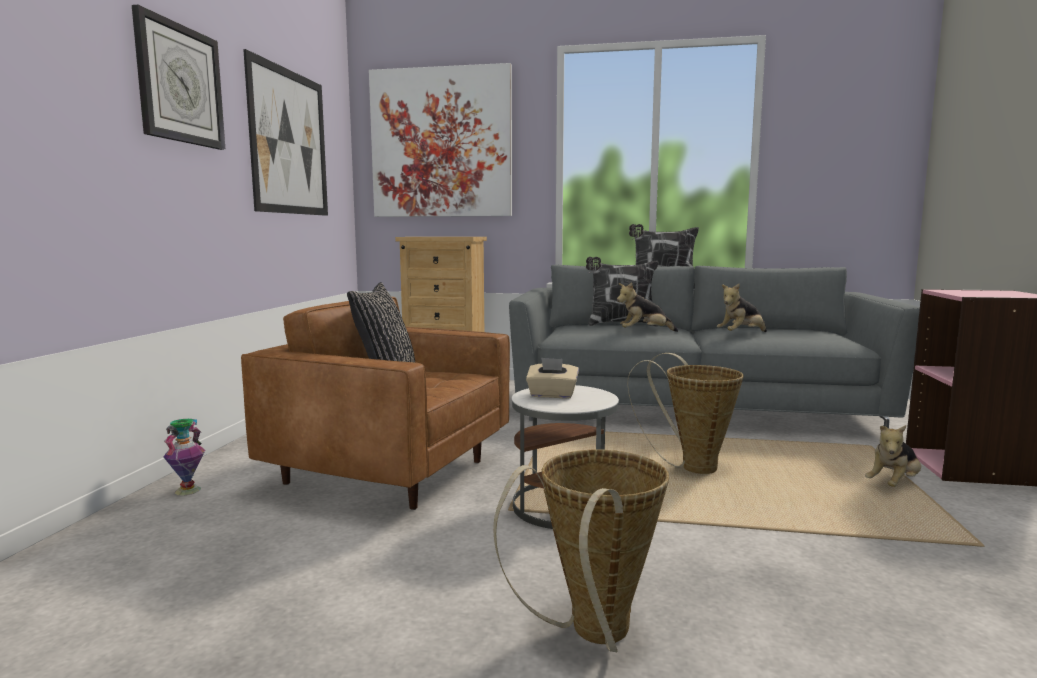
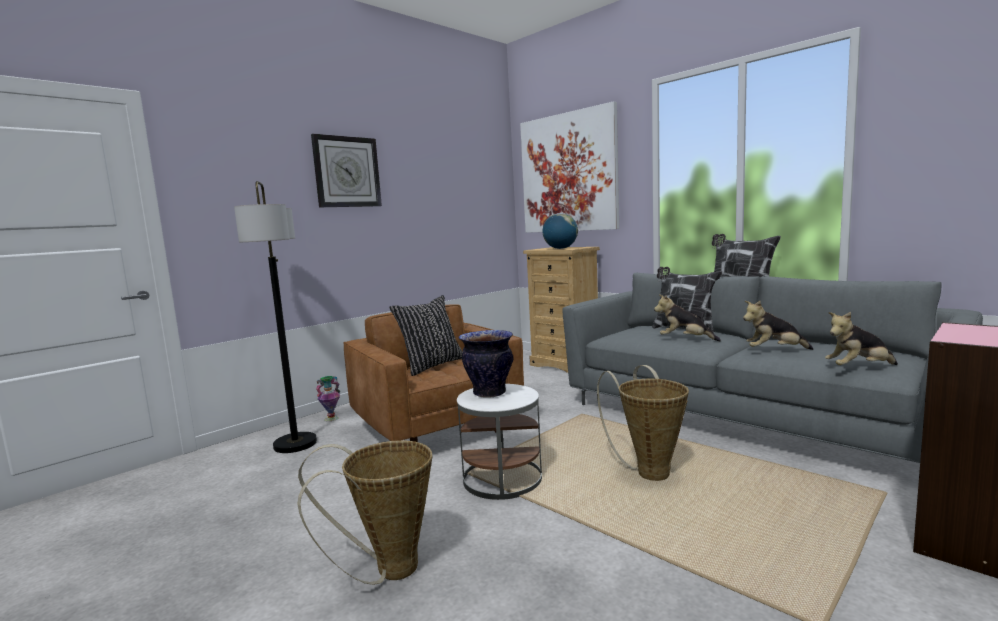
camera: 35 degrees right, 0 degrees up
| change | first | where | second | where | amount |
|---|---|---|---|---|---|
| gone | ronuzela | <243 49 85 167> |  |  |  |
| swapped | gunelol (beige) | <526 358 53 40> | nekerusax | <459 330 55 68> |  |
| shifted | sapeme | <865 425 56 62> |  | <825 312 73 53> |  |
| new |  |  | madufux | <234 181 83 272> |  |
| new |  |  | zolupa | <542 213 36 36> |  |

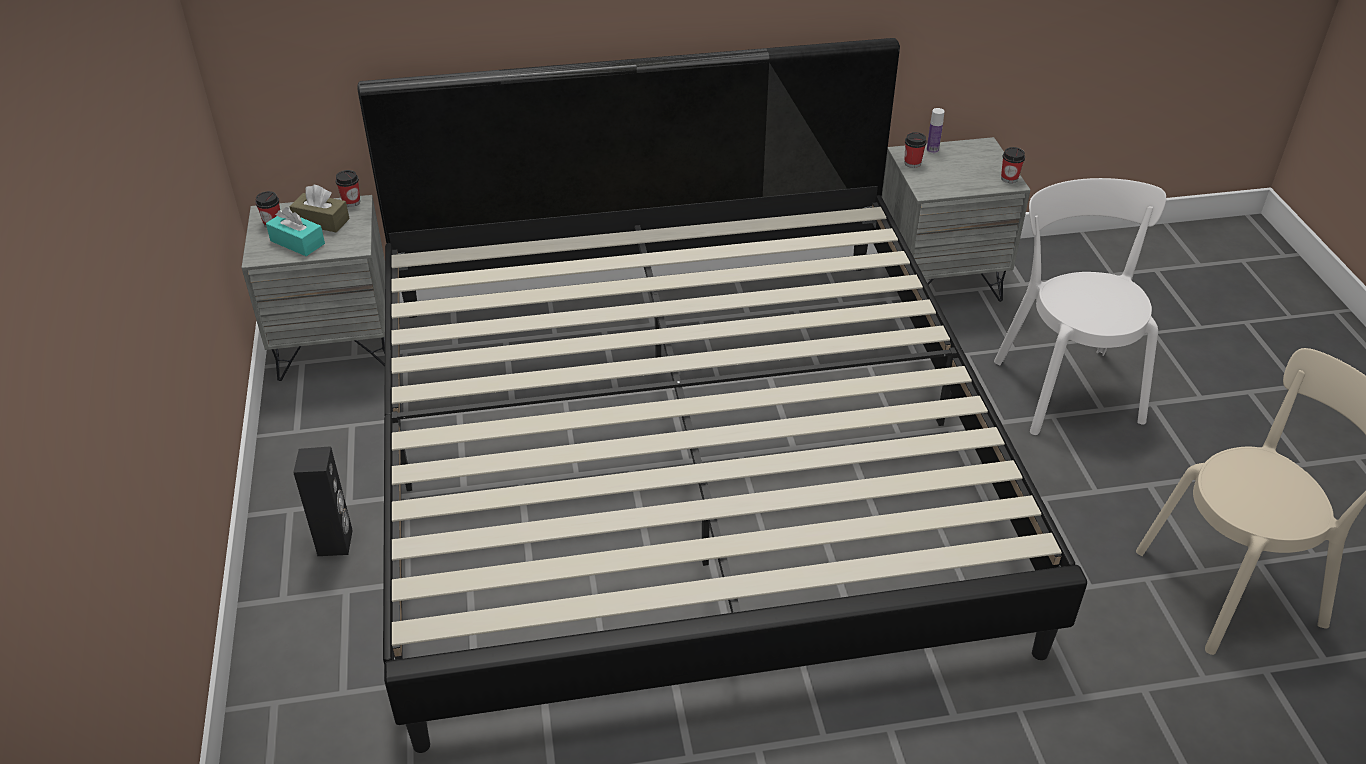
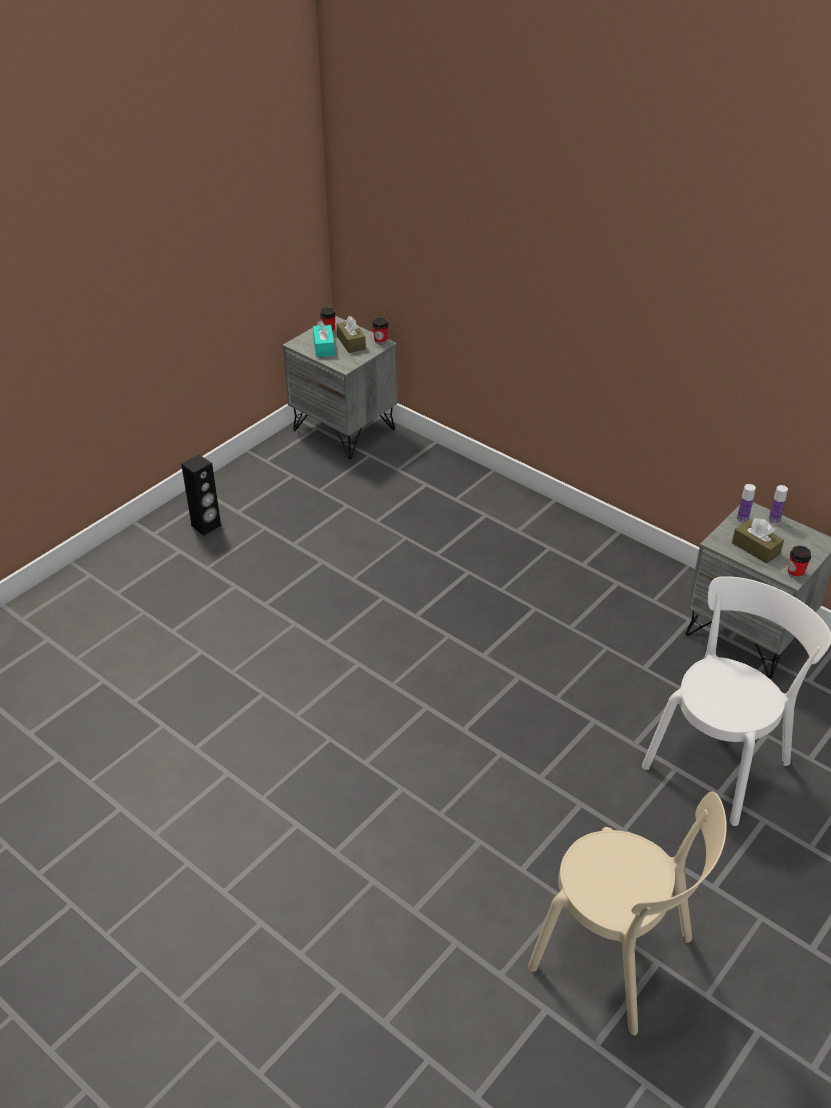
camera: 50 degrees right, 0 degrees up
| change | first | where | second | where | amount |
|---|---|---|---|---|---|
| gone | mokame | <358 38 729 715> |  |  |  |
| swapped | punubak | <904 132 23 36> | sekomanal | <737 484 19 39> |  |
| new |  |  | gunelol (brown) | <732 518 52 46> |  |

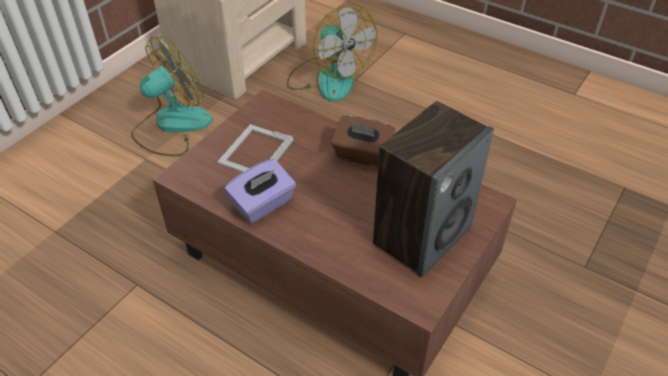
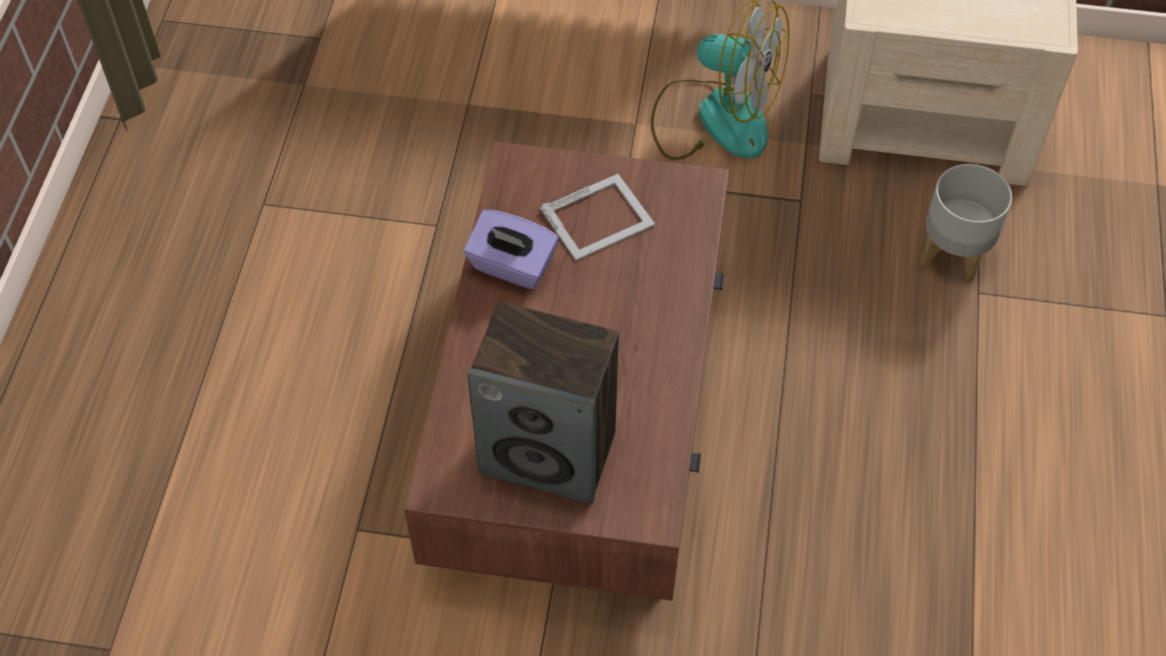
camera: 65 degrees right, 10 degrees up
| change | first | where | second | where | amount |
|---|---|---|---|---|---|
| swapped | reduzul | <287 4 90 98> | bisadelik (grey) | <920 164 92 119> |  |
| gone | gunelol (brown) | <331 116 65 51> |  |  |  |
| rotated | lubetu | <217 124 77 48> |  | <540 174 115 87> | 150 degrees clockwise |

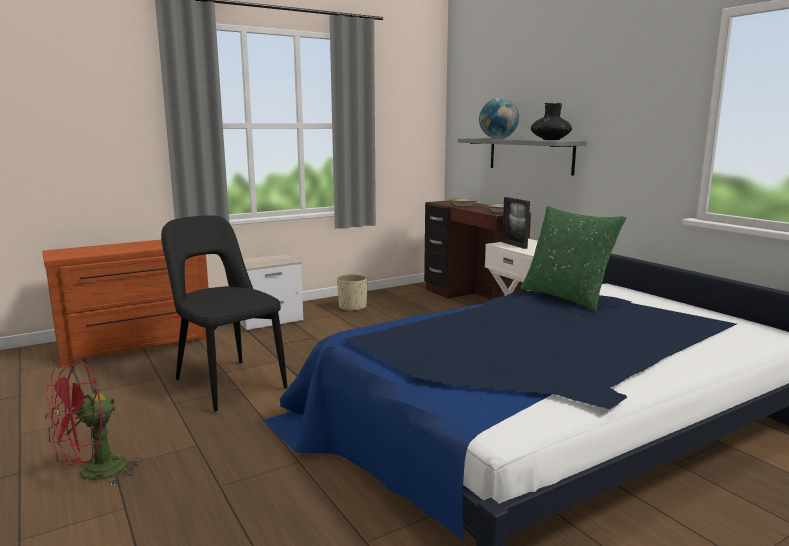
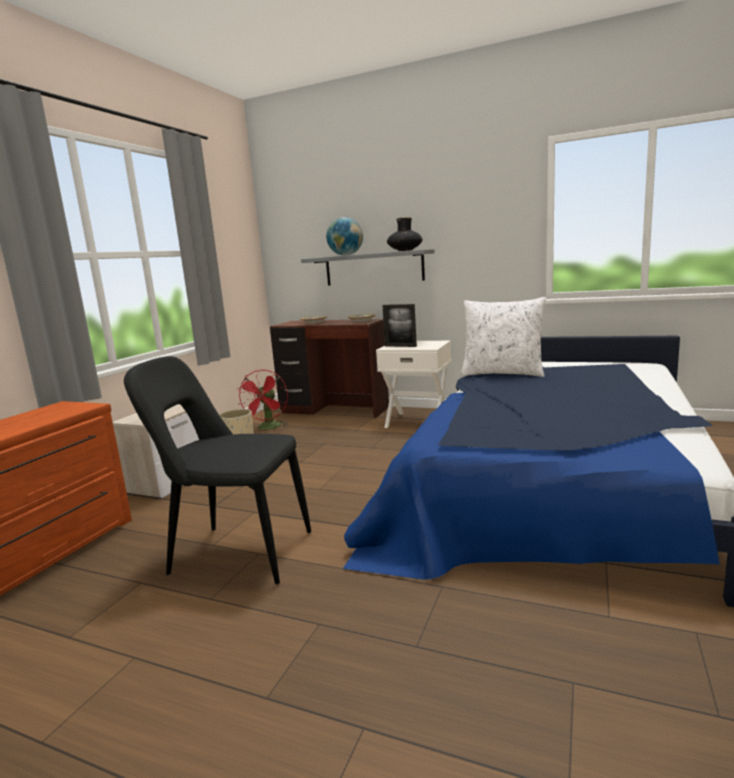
camera: 35 degrees left, 0 degrees up
| change | first | where | second | where | amount |
|---|---|---|---|---|---|
| repainted | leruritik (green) | <520 206 107 106> | leruritik (white) | <460 297 86 80> |  |
| shifted | reduzul (red) | <45 362 98 123> |  | <237 370 51 60> |  |

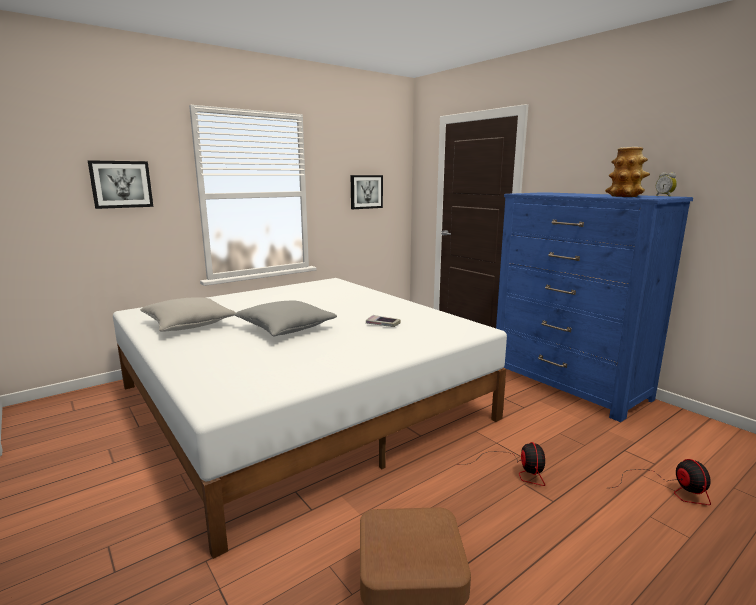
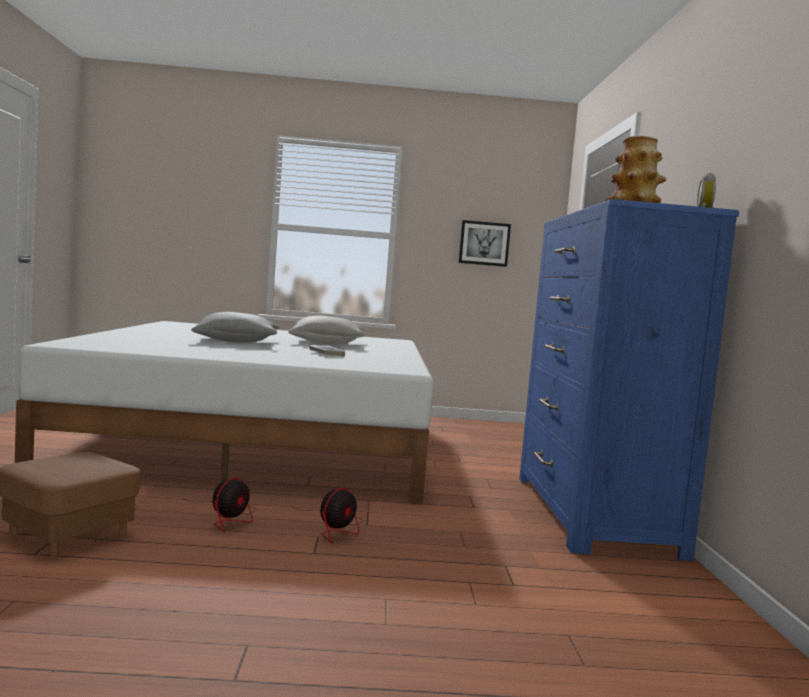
camera: 35 degrees right, 10 degrees down
| change | first | where | second | where | amount |
|---|---|---|---|---|---|
| gone | ronuzela | <88 160 65 49> |  |  |  |
| shifted | leruritik (grey) | <140 297 96 35> |  | <288 316 77 28> |  |
| shifted | reduzul | <613 459 98 46> |  | <184 478 73 54> |  |

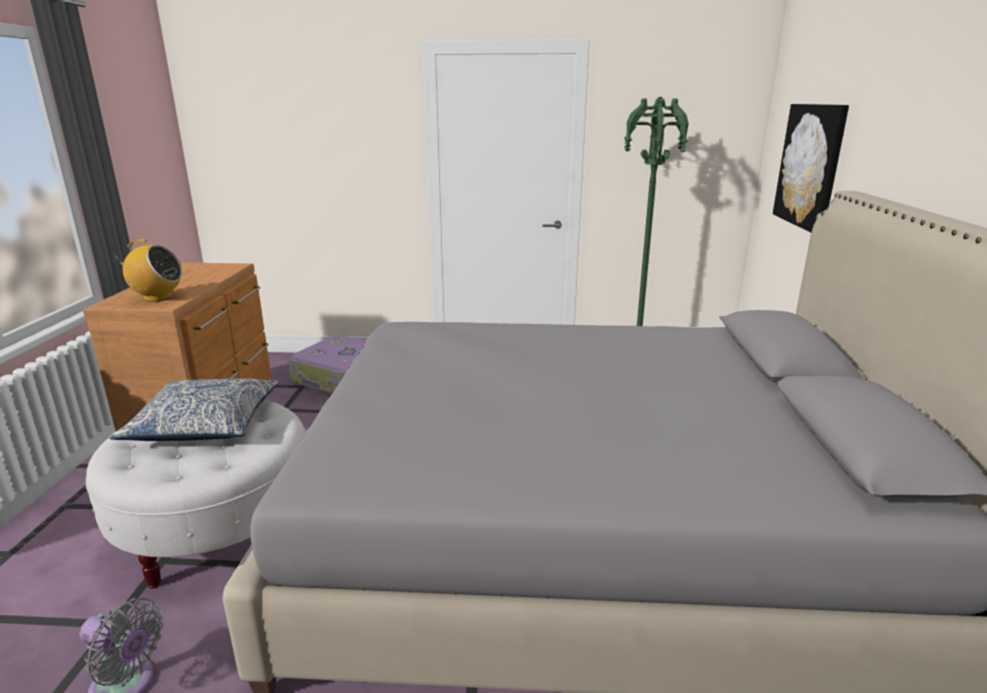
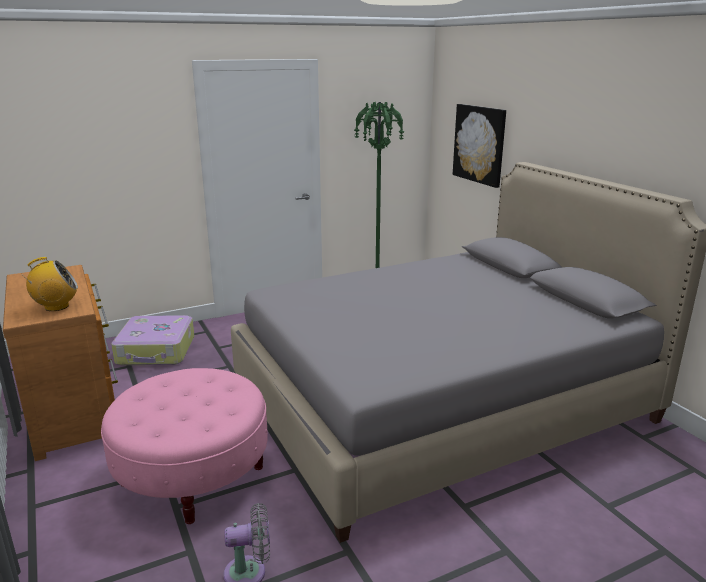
camera: 30 degrees left, 0 degrees up
| change | first | where | second | where | amount |
|---|---|---|---|---|---|
| gone | leruritik | <109 378 170 63> |  |  |  |
| repainted | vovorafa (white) | <86 400 220 189> | vovorafa (pink) | <101 368 167 156> |  |

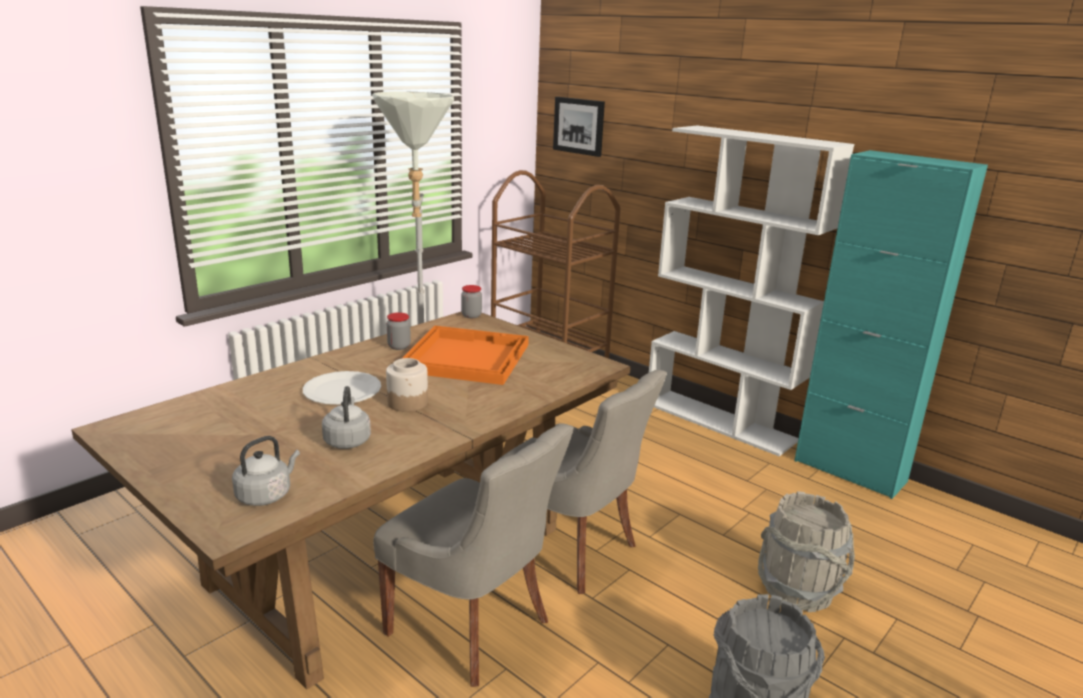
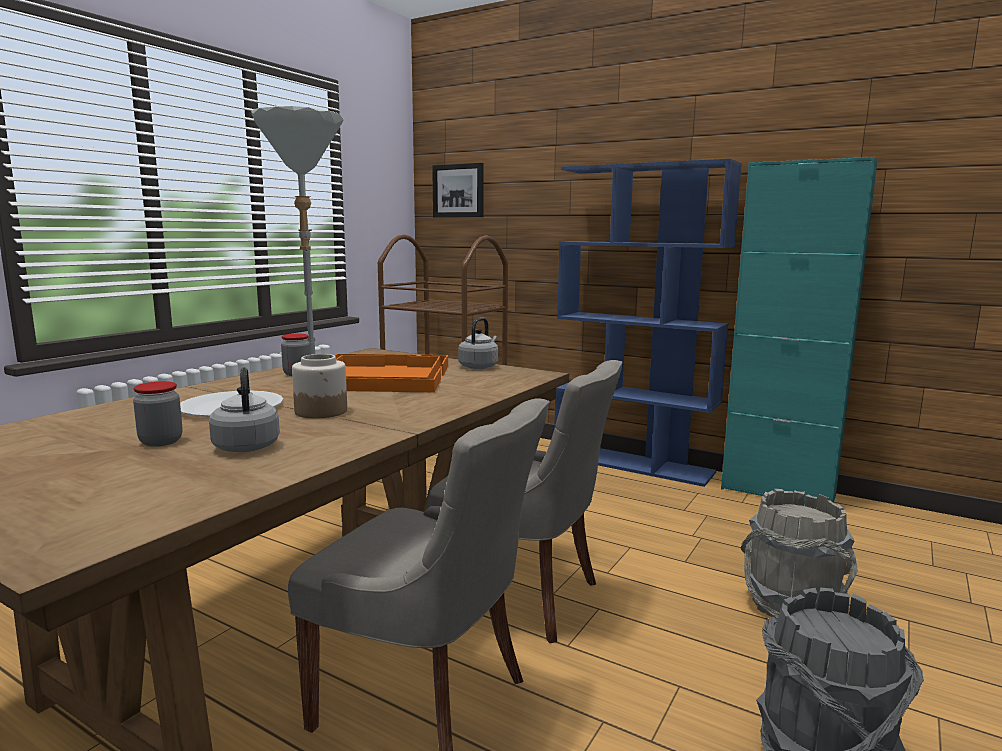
camera: 10 degrees left, 10 degrees down
| change | first | where | second | where | amount |
|---|---|---|---|---|---|
| repainted | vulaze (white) | <649 125 205 332> | vulaze (blue) | <554 159 188 328> |  |
| shifted | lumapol | <461 285 21 33> |  | <133 381 50 66> |  |
| shifted | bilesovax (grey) | <232 436 68 70> |  | <458 317 40 52> |  |

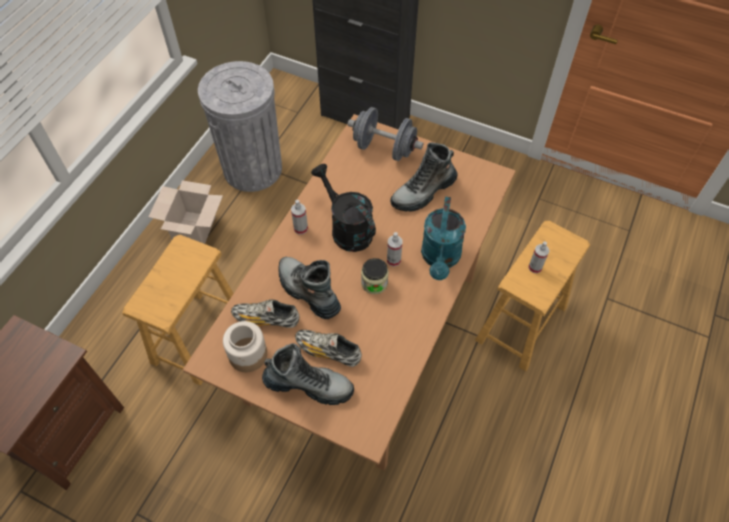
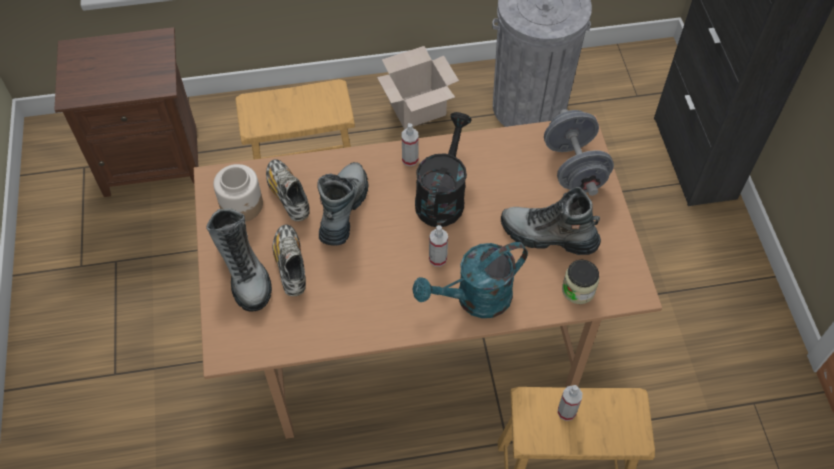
camera: 55 degrees right, 0 degrees up
| change | first | where | second | where | amount |
|---|---|---|---|---|---|
| shifted | lumapol | <361 258 28 36> |  | <562 260 37 44> |  |

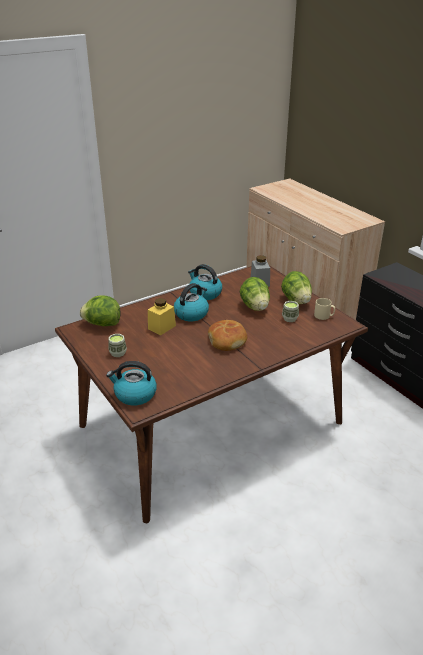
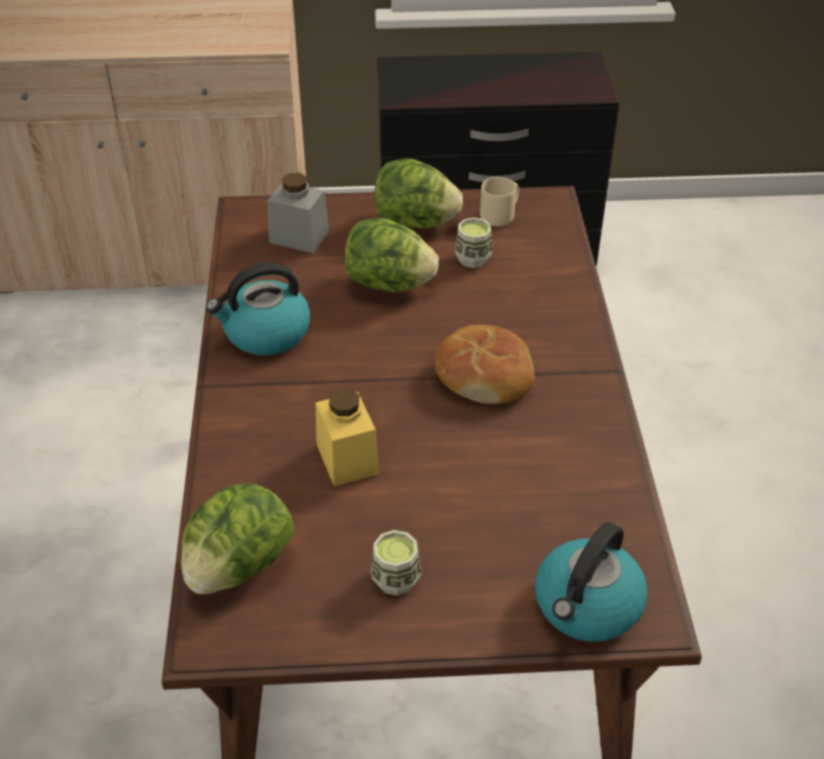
camera: 60 degrees left, 10 degrees up
| change | first | where | second | where | amount |
|---|---|---|---|---|---|
| gone | bilesovax | <174 283 35 38> |  |  |  |

